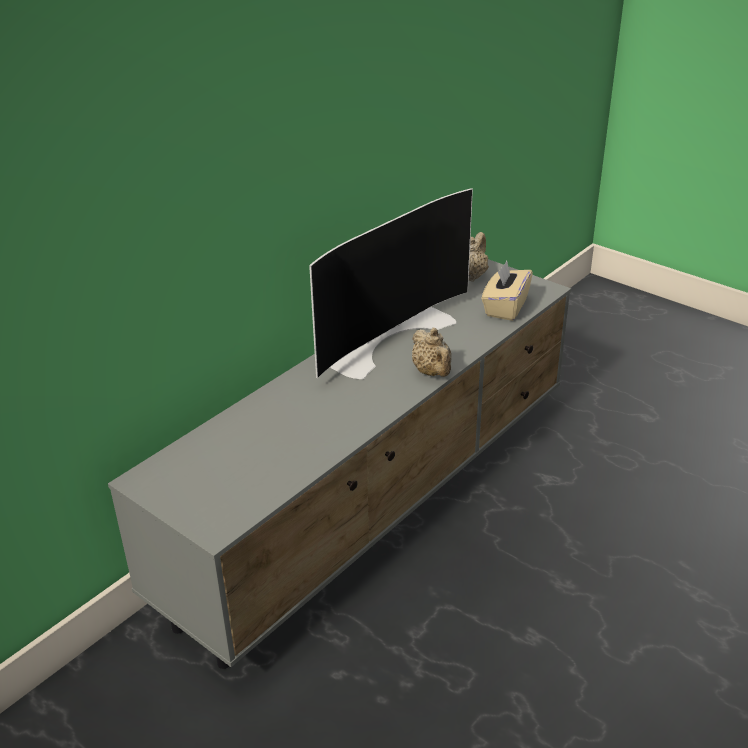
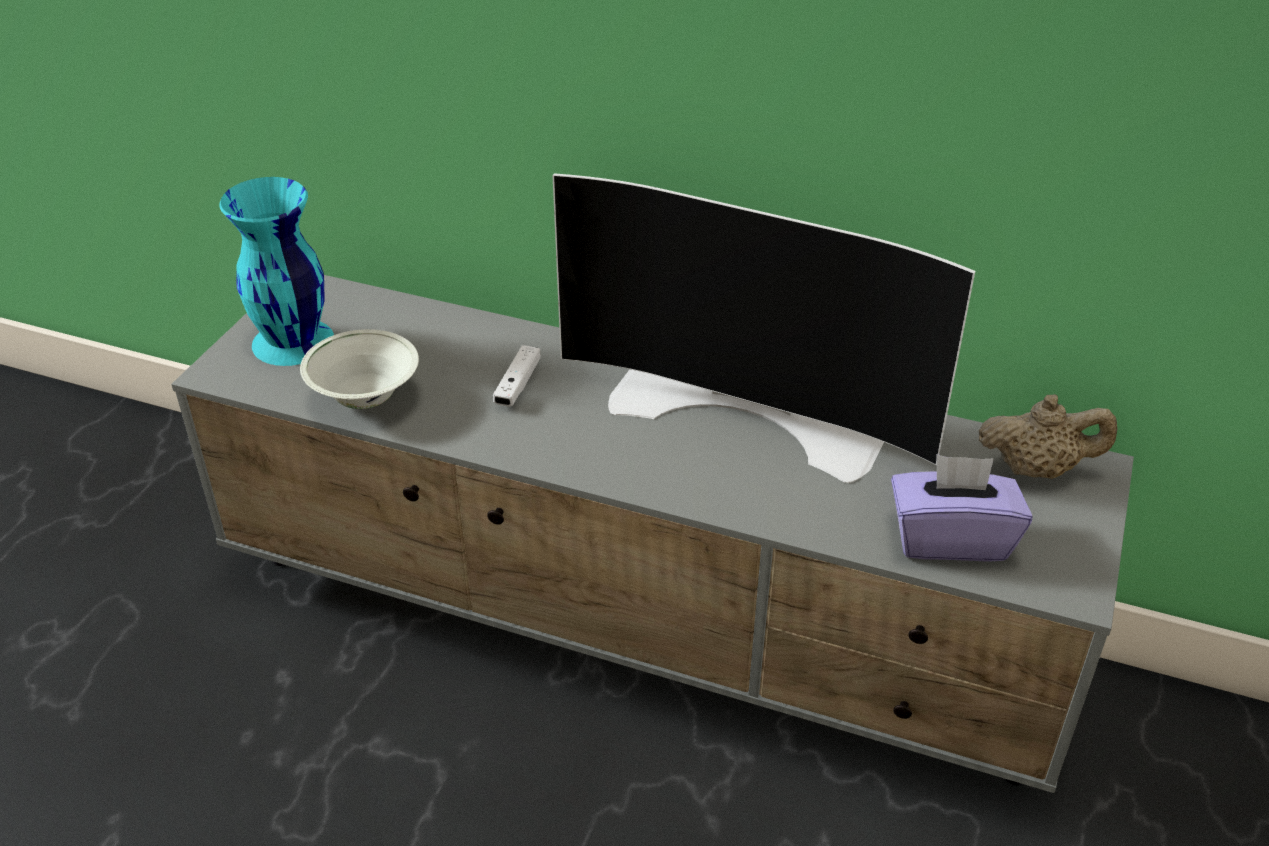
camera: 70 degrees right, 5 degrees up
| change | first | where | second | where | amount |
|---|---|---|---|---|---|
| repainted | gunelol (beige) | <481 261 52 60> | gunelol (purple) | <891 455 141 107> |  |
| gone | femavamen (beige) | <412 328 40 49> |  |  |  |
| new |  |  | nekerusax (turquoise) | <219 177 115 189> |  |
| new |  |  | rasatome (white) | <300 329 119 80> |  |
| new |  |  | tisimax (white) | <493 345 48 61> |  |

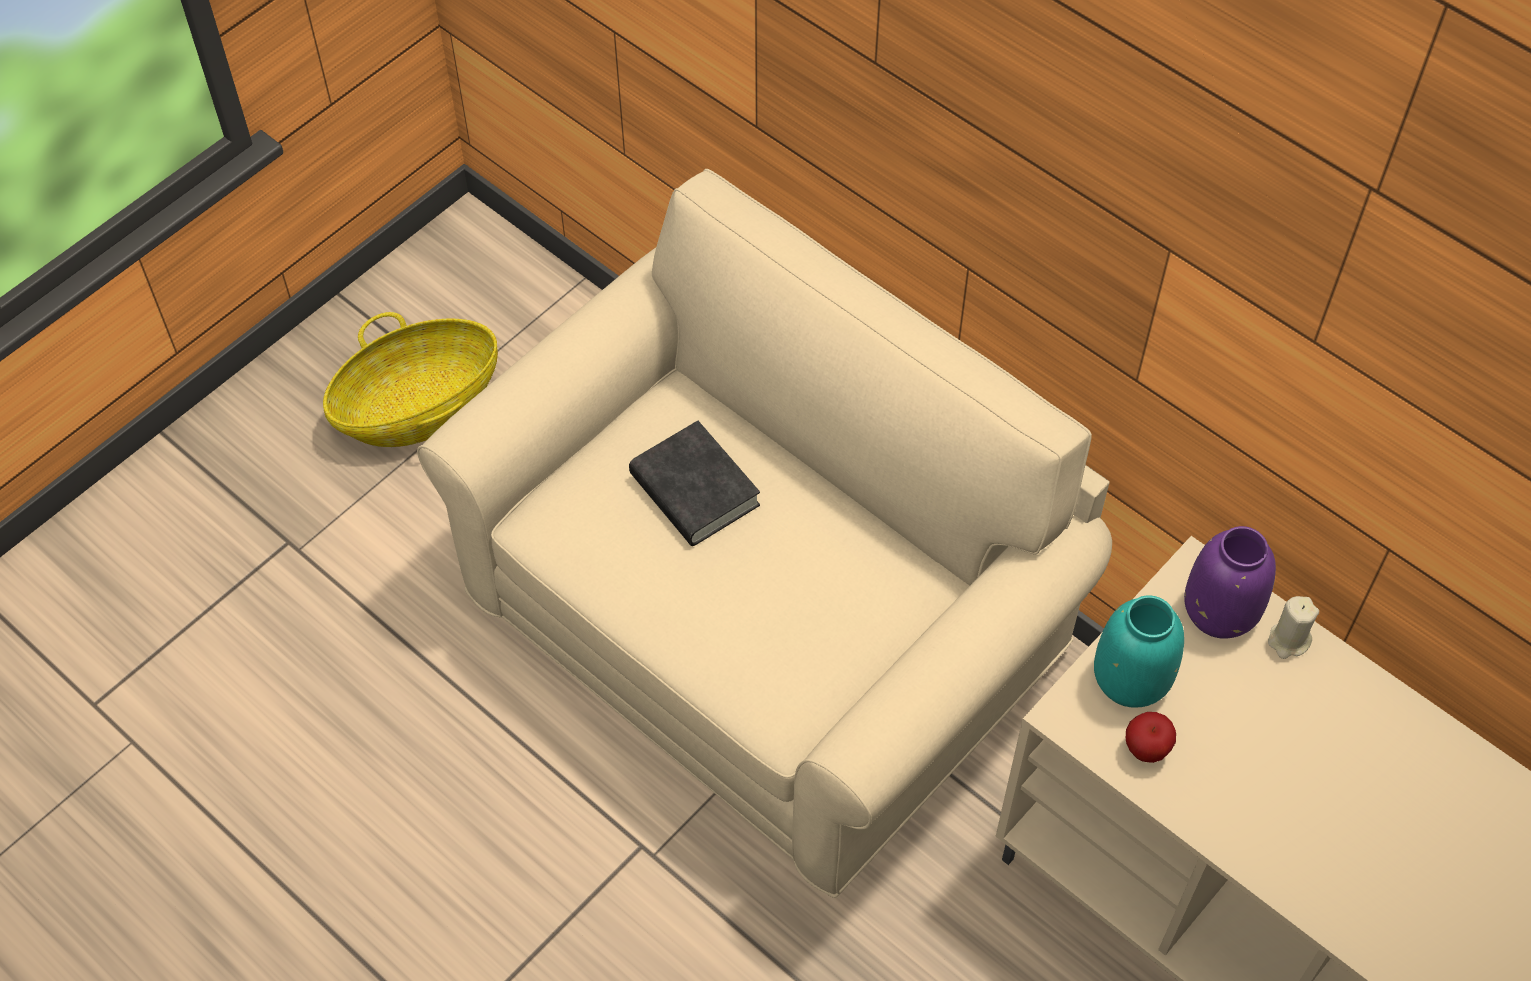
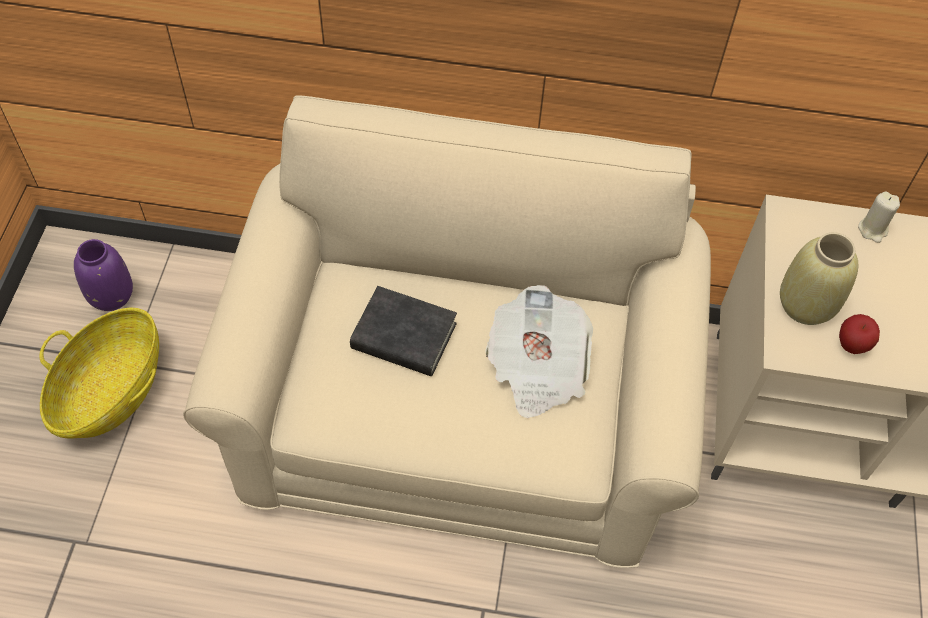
camera: 35 degrees left, 0 degrees up
| change | first | where | second | where | amount |
|---|---|---|---|---|---|
| shifted | nekerusax (purple) | <1184 526 92 113> |  | <74 239 59 72> |  |
| repainted | nekerusax (turquoise) | <1094 595 90 113> | nekerusax (beige) | <780 232 79 93> |  |
| new |  |  | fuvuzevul | <485 285 108 134> |  |

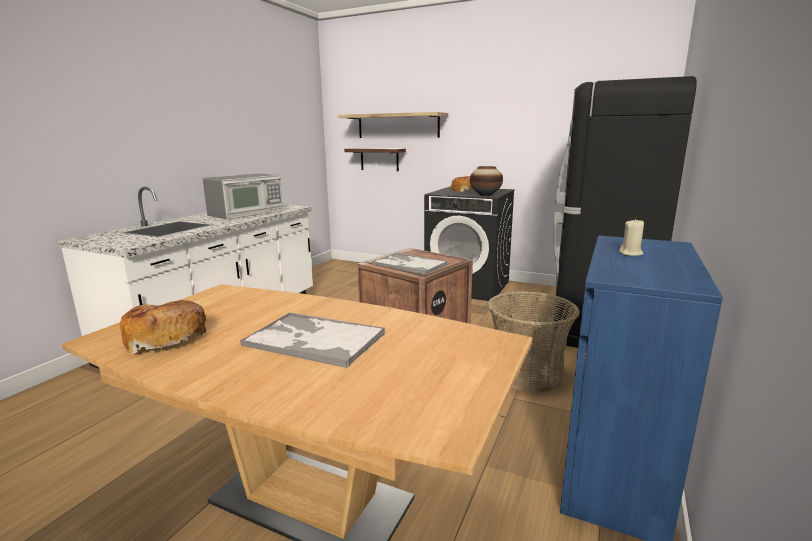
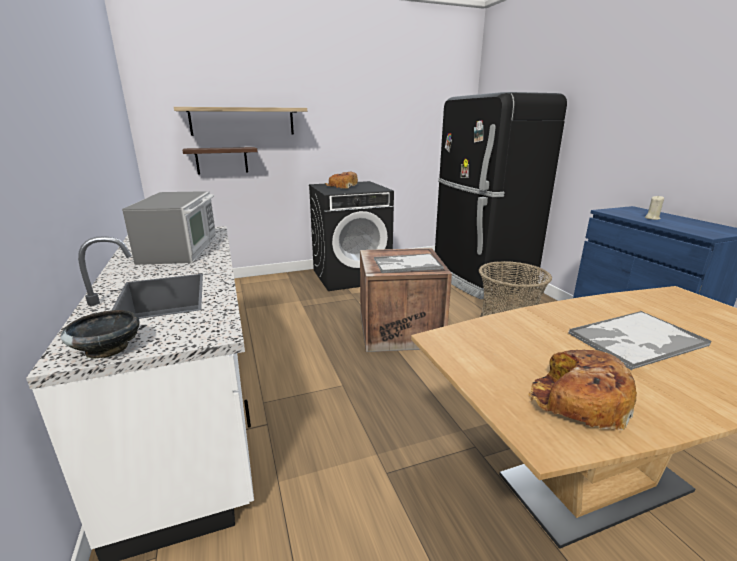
camera: 45 degrees left, 5 degrees up
| change | first | where | second | where | amount |
|---|---|---|---|---|---|
| gone | nekerusax | <470 166 33 30> |  |  |  |
| new |  |  | rasatome (black) | <61 310 79 49> |  |

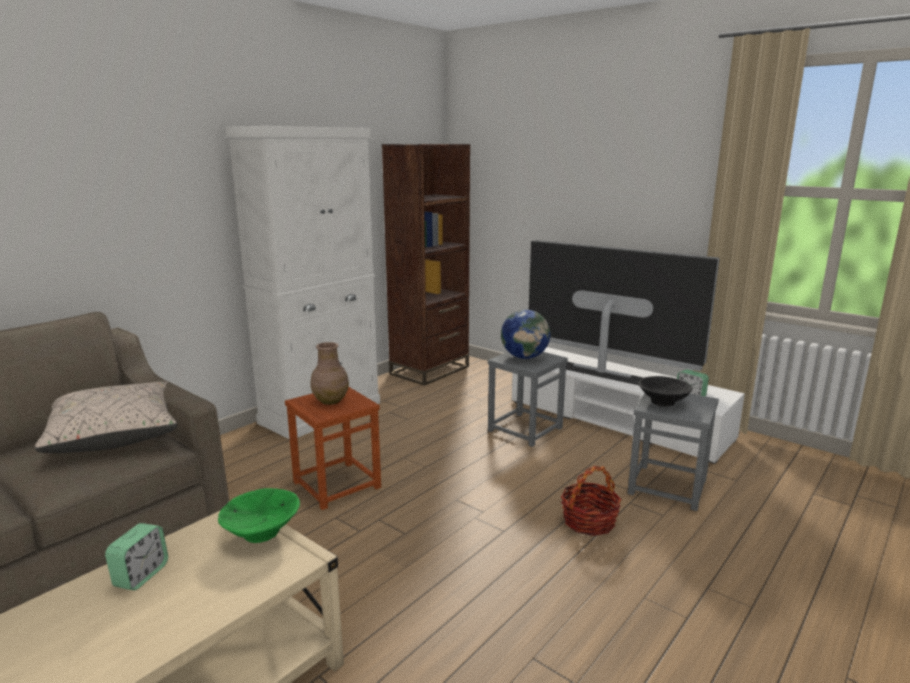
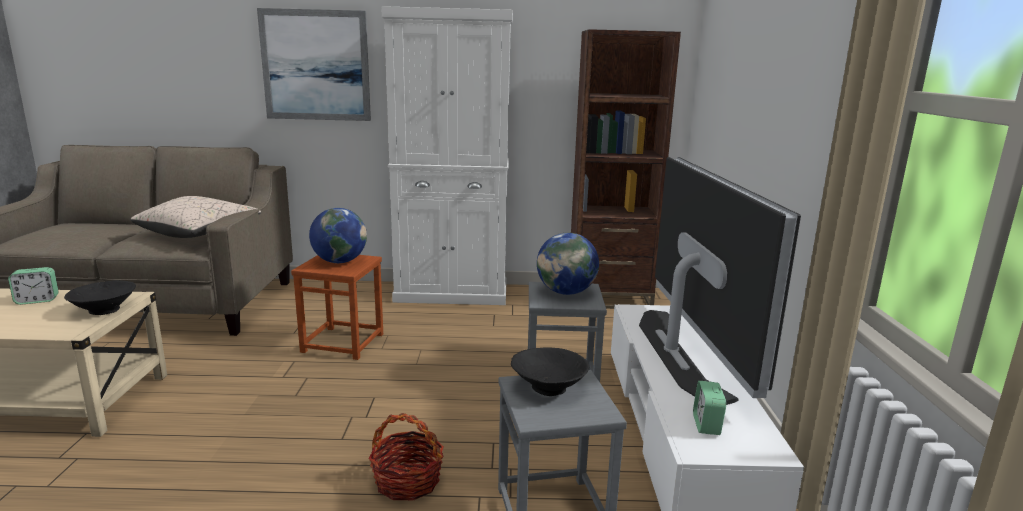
camera: 50 degrees right, 0 degrees up
| change | first | where | second | where | amount |
|---|---|---|---|---|---|
| swapped | nekerusax (brown) | <310 342 39 63> | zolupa | <309 208 58 55> |  |
| repainted | rasatome (green) | <218 488 82 55> | rasatome (black) | <64 280 72 35> |  |
| new |  |  | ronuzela | <257 8 114 113> |  |

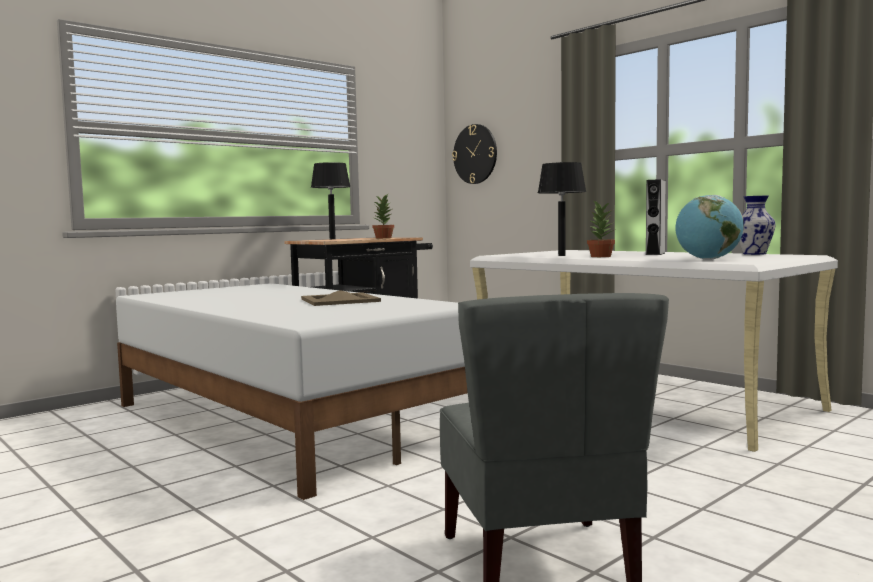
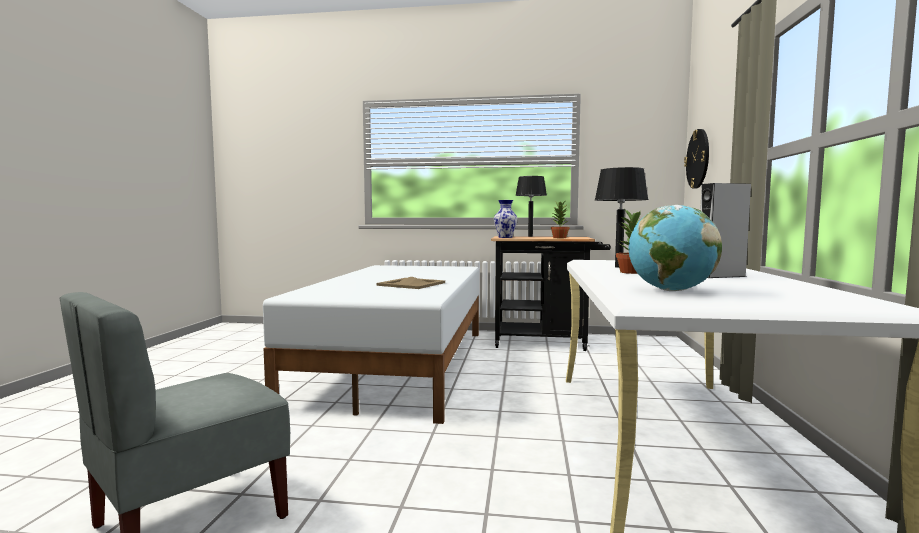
camera: 50 degrees right, 0 degrees up
| change | first | where | second | where | amount |
|---|---|---|---|---|---|
| shifted | nekerusax | <739 196 37 59> |  | <494 200 23 38> |  |

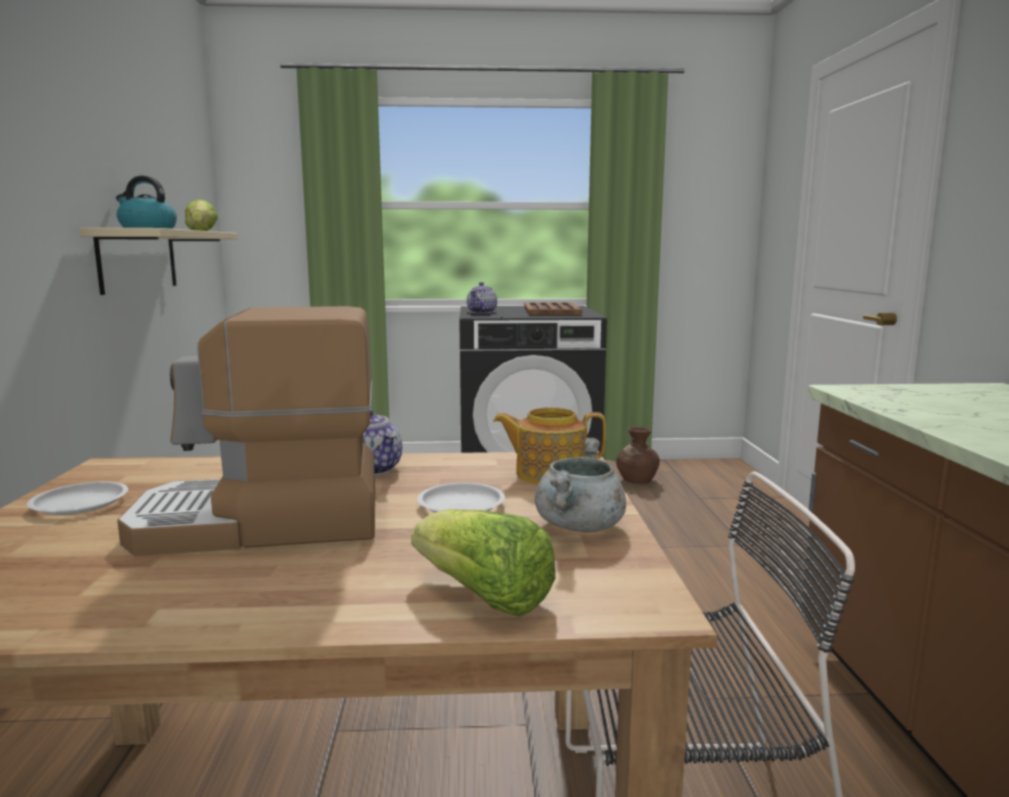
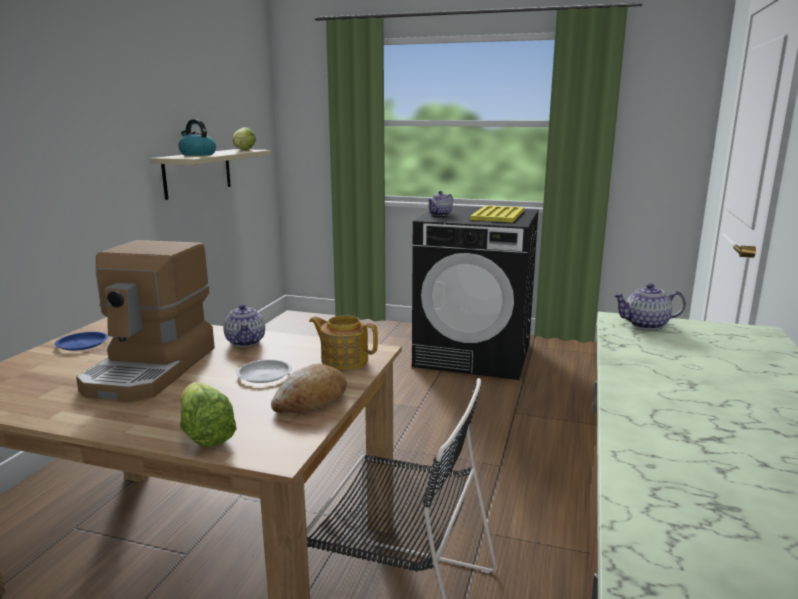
camera: 20 degrees right, 5 degrees up
| change | first | where | second | where | amount |
|---|---|---|---|---|---|
| repainted | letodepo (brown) | <524 302 58 13> | letodepo (yellow) | <470 205 54 17> |  |
| rotated | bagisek | <117 306 258 250> |  | <76 240 139 162> | 90 degrees counterclockwise |
| gone | nekerusax (brown) | <616 427 44 57> |  |  |  |
| swapped | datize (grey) | <535 438 91 94> | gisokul | <271 364 76 49> |  |
| repainted | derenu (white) | <27 482 101 33> | derenu (blue) | <55 332 53 19> |  |
| new |  |  | femavamen | <613 283 73 47> |  |

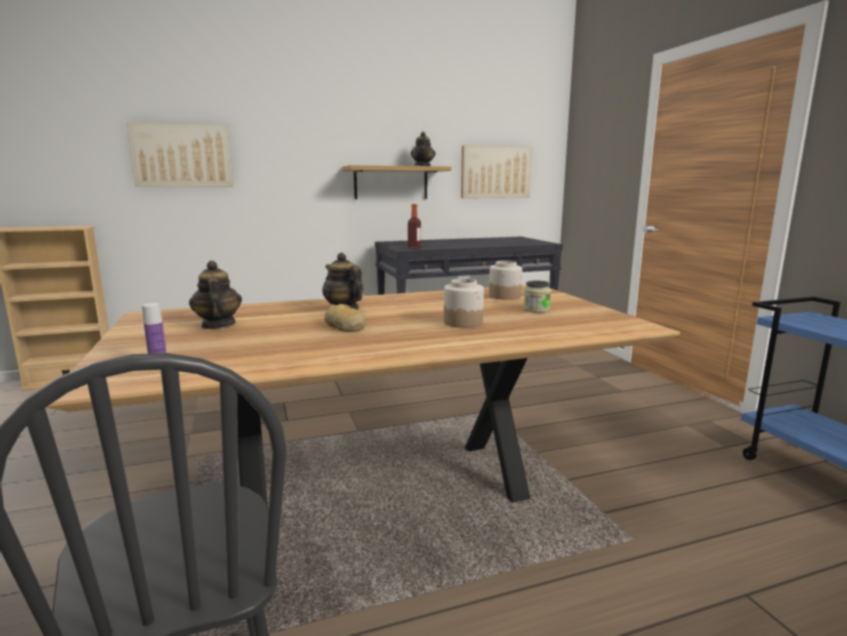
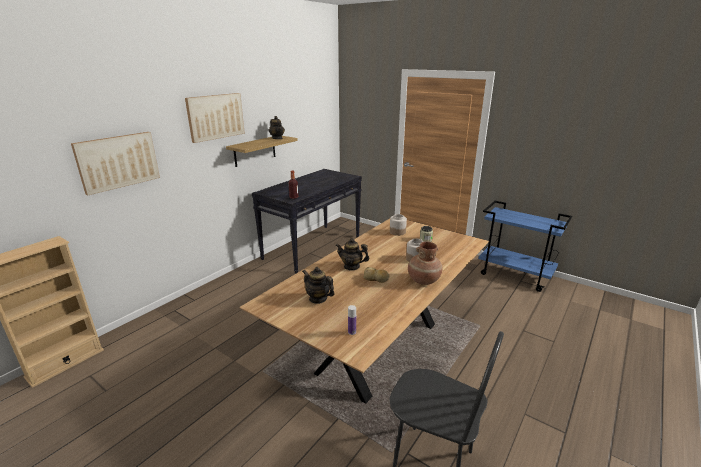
camera: 35 degrees left, 10 degrees up
| change | first | where | second | where | amount |
|---|---|---|---|---|---|
| shifted | ronuzela | <461 145 71 53> |  | <185 93 60 50> |  |
| new |  |  | nekerusax (brown) | <408 241 35 44> |  |

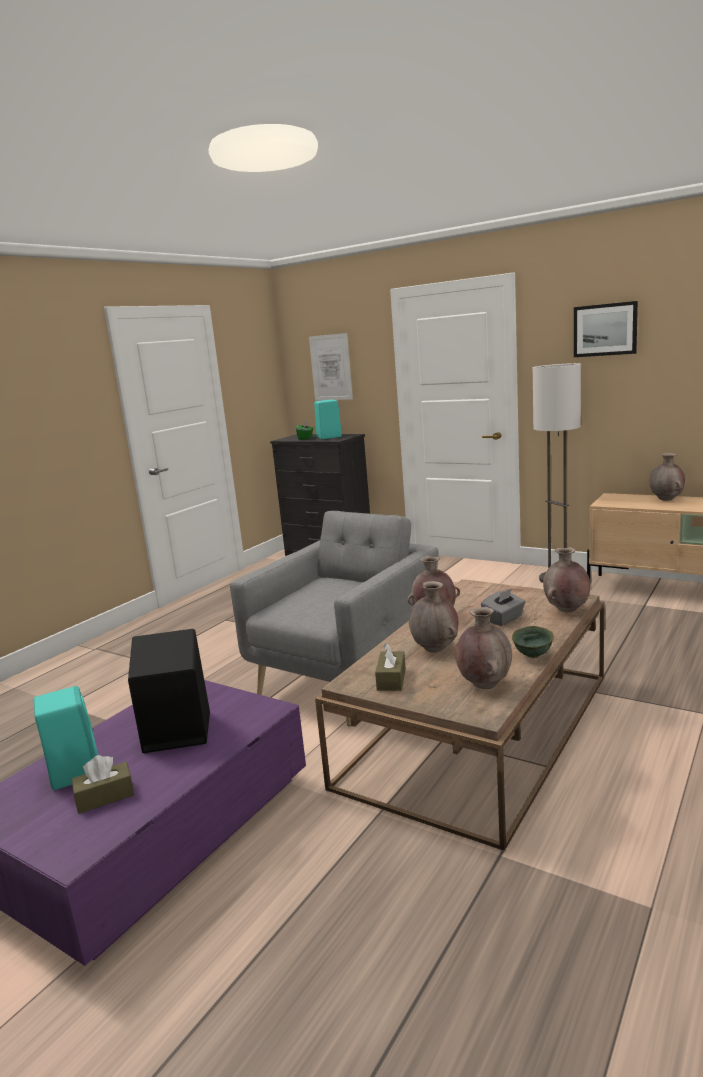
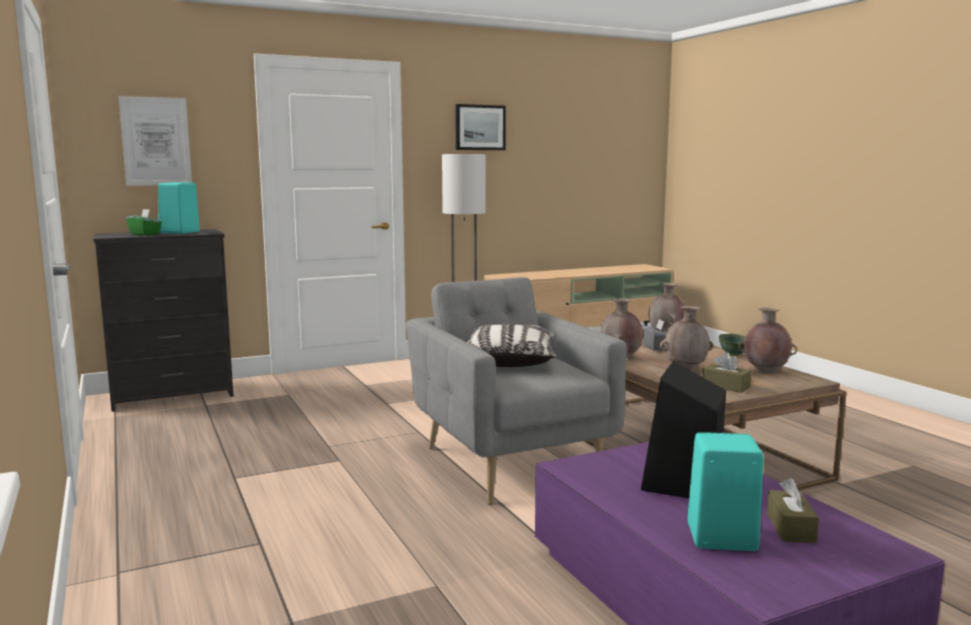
camera: 60 degrees left, 5 degrees down
| change | first | where | second | where | amount |
|---|---|---|---|---|---|
| gone | nekerusax (brown) | <650 453 35 48> |  |  |  |
| new |  |  | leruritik | <467 324 90 43> |  |

